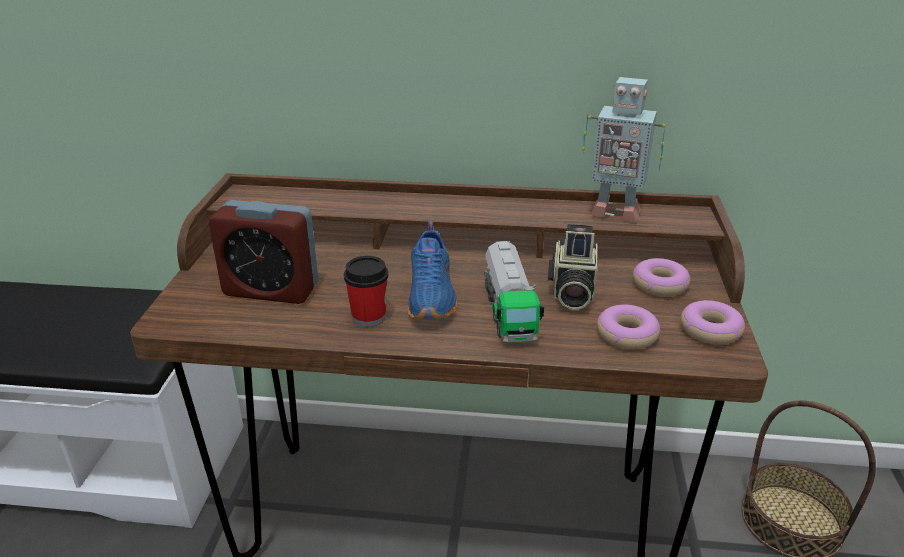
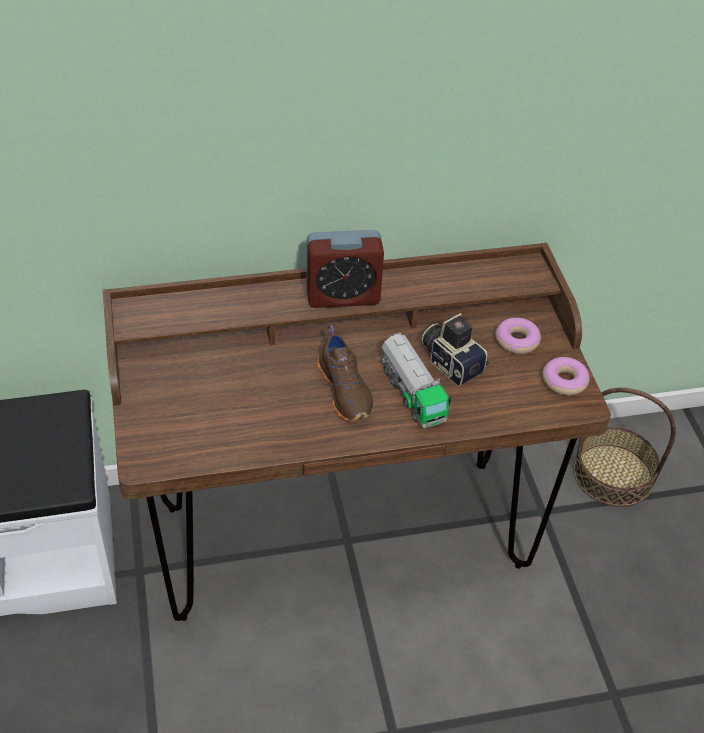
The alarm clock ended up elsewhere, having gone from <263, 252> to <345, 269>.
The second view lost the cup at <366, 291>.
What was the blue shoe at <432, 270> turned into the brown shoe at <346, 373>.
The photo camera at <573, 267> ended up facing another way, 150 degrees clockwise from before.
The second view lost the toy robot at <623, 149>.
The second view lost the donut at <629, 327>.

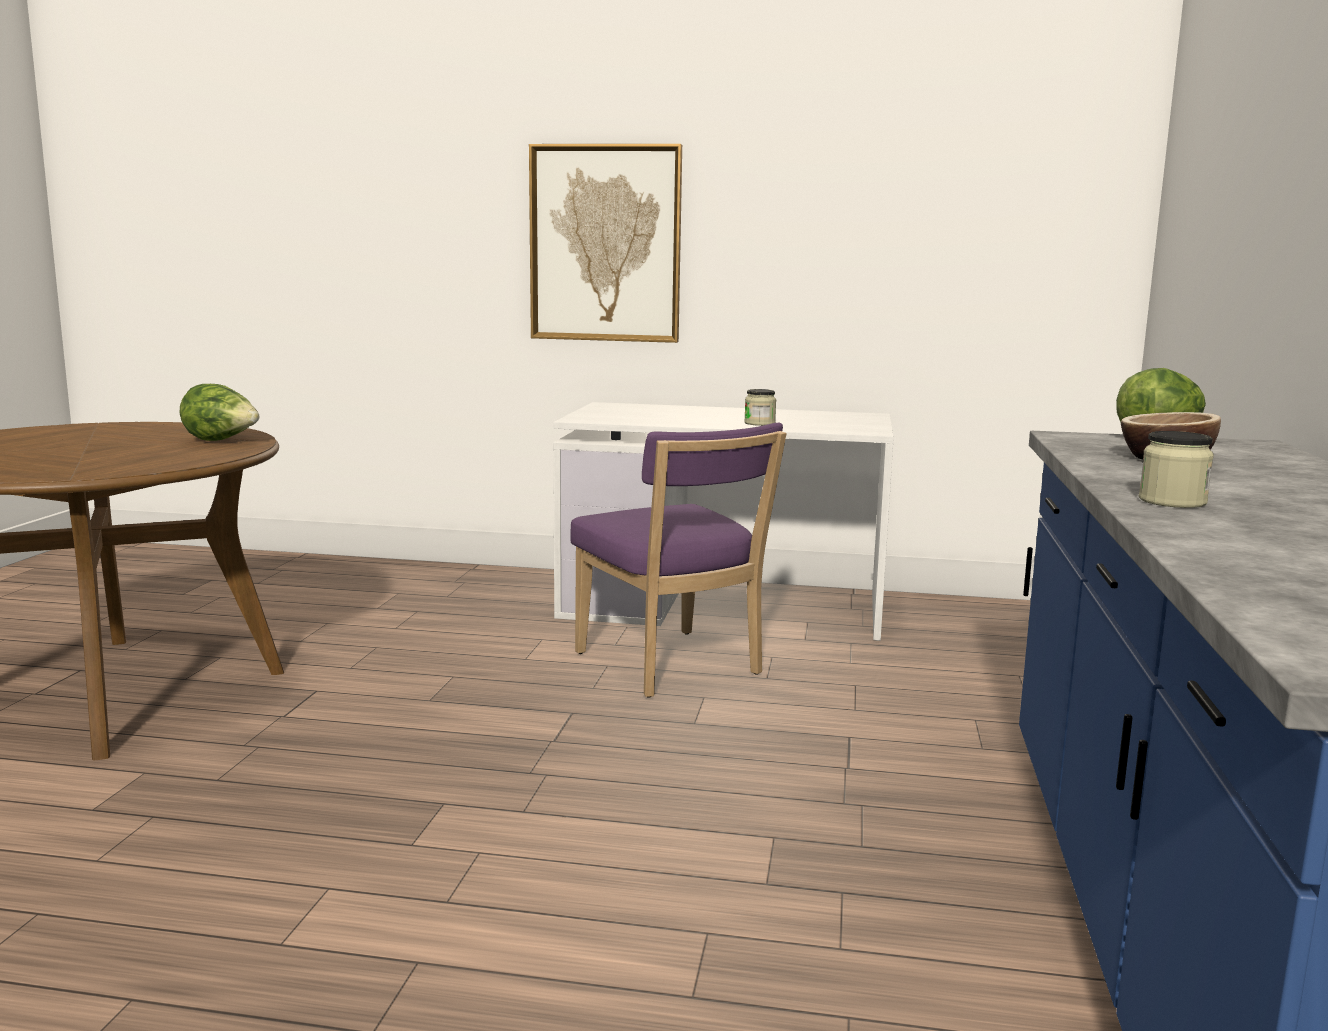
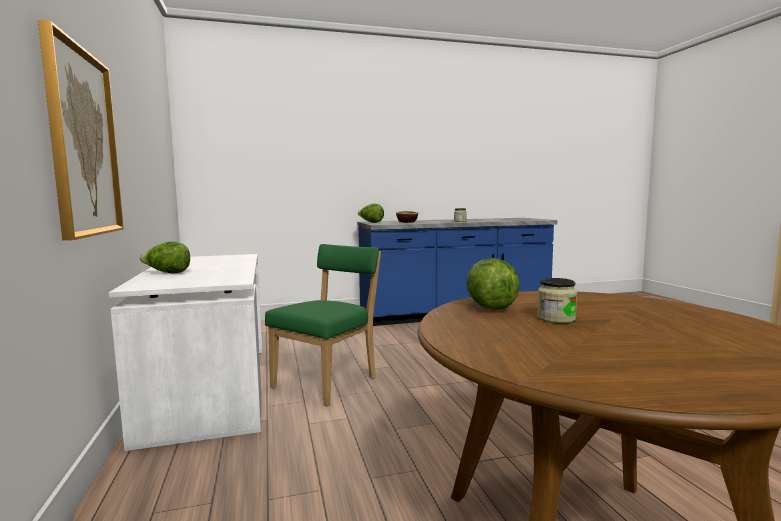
What was the purple chair at <678, 560> turned into the green chair at <323, 325>.
The jar ended up elsewhere, having gone from <760, 407> to <557, 300>.
The second view gained the lettuce at <165, 257>.

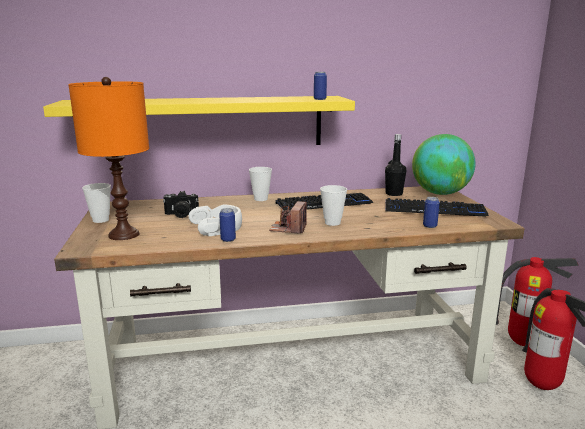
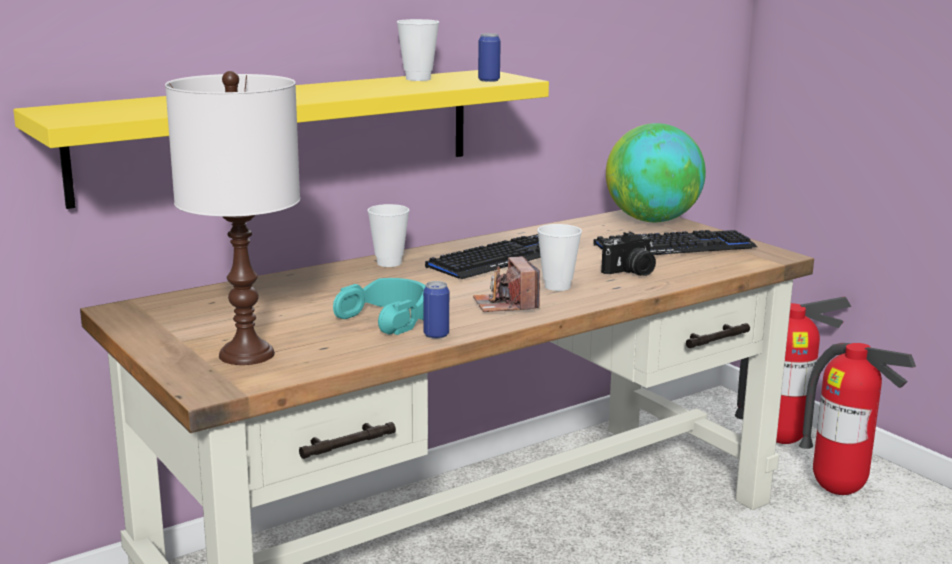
What was the orange table lamp at <108, 158> turned into the white table lamp at <232, 218>.
The cup ended up elsewhere, having gone from <96, 203> to <418, 50>.
The photo camera ended up elsewhere, having gone from <181, 204> to <628, 253>.
What was the white headphones at <215, 220> turned into the turquoise headphones at <379, 306>.
The second view lost the black bottle at <395, 165>.
The second view lost the can at <431, 212>.

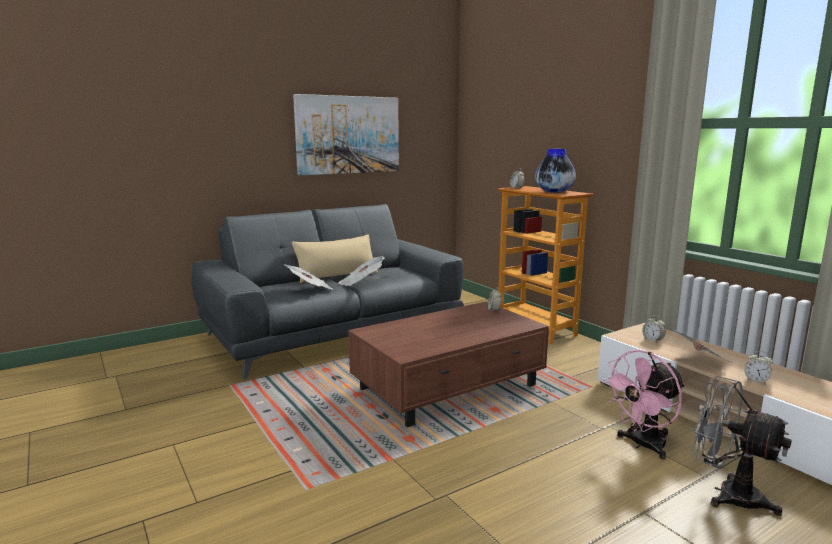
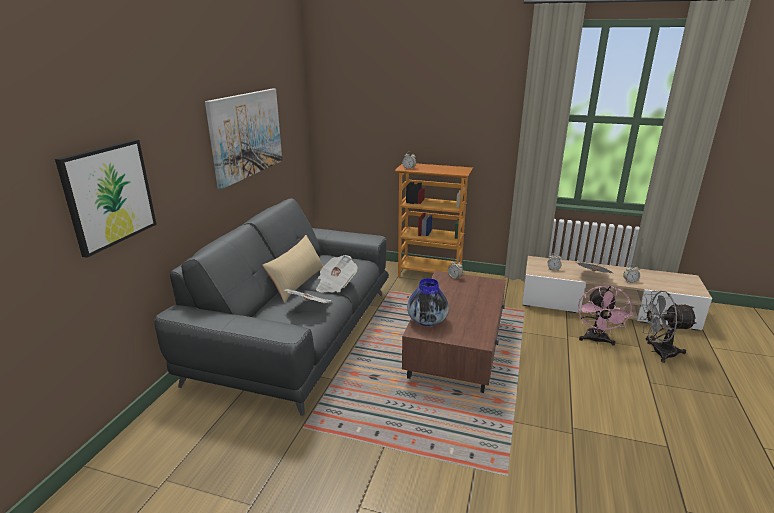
The vase ended up elsewhere, having gone from <555, 170> to <428, 302>.
The second view gained the picture at <106, 198>.

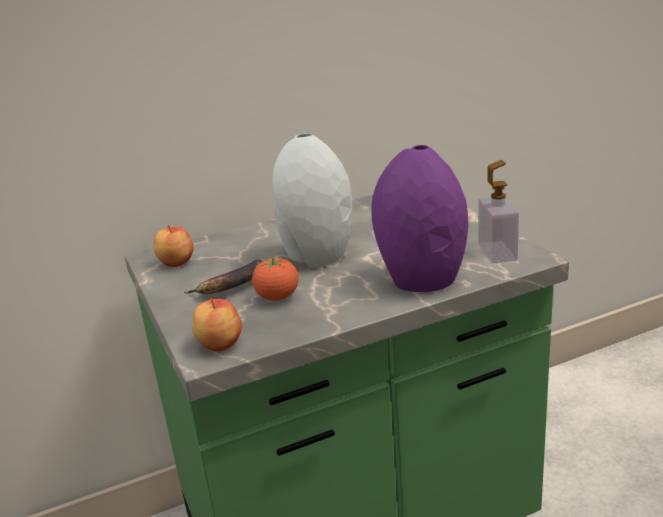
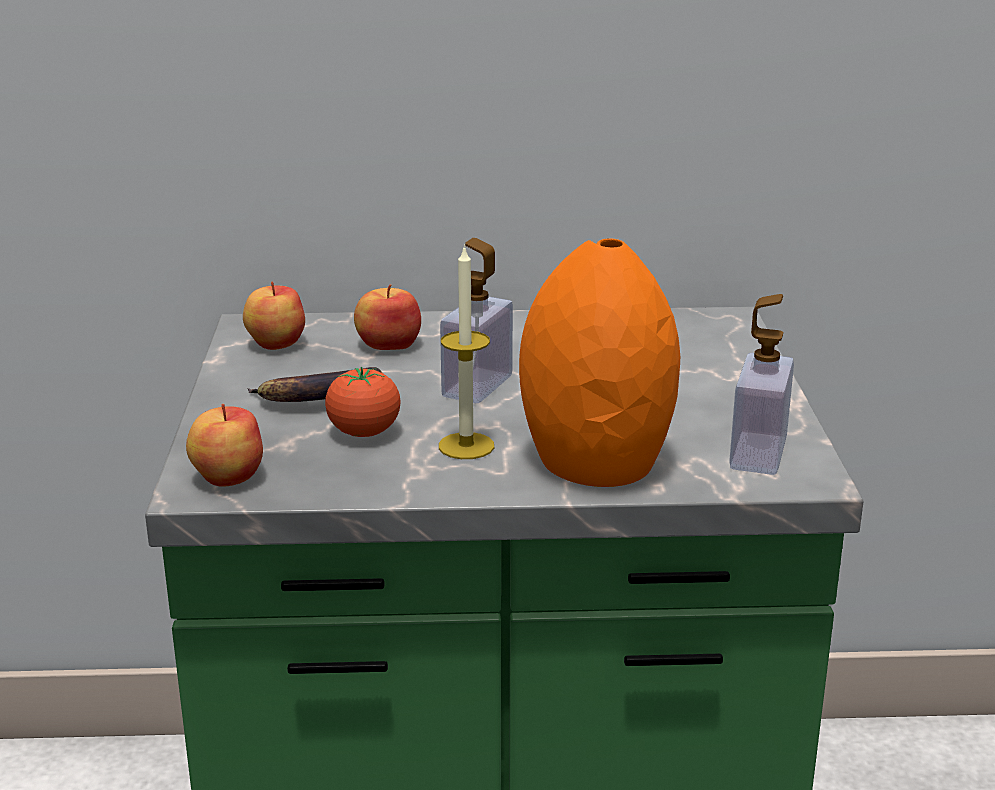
Where the grey vase stood at <312, 200>, the soap dispenser came to stand at <476, 320>.
What was the purple vase at <419, 218> turned into the orange vase at <599, 362>.
The second view gained the apple at <387, 317>.
The second view gained the candle at <466, 352>.

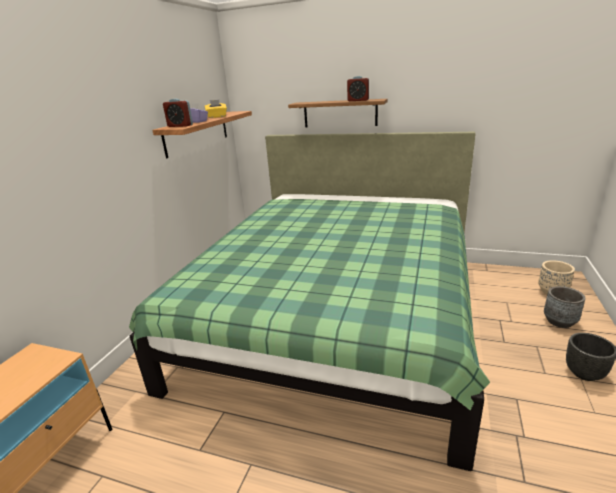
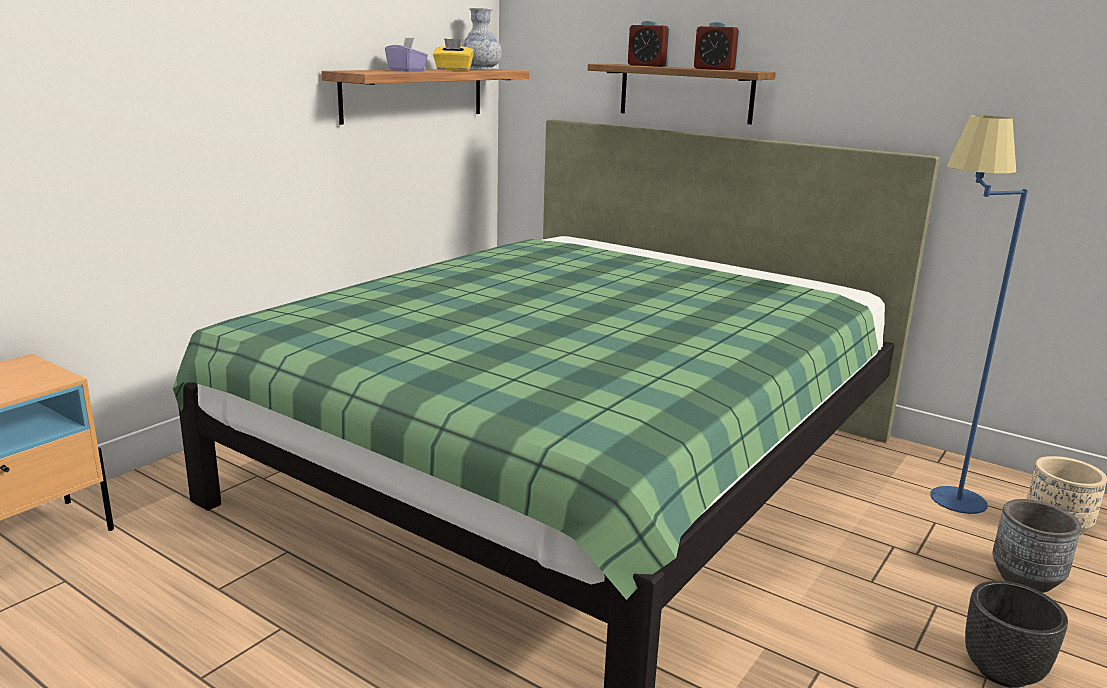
The alarm clock ended up elsewhere, having gone from <178, 113> to <649, 44>.
The second view gained the vase at <481, 39>.
The second view gained the blue floor lamp at <979, 314>.

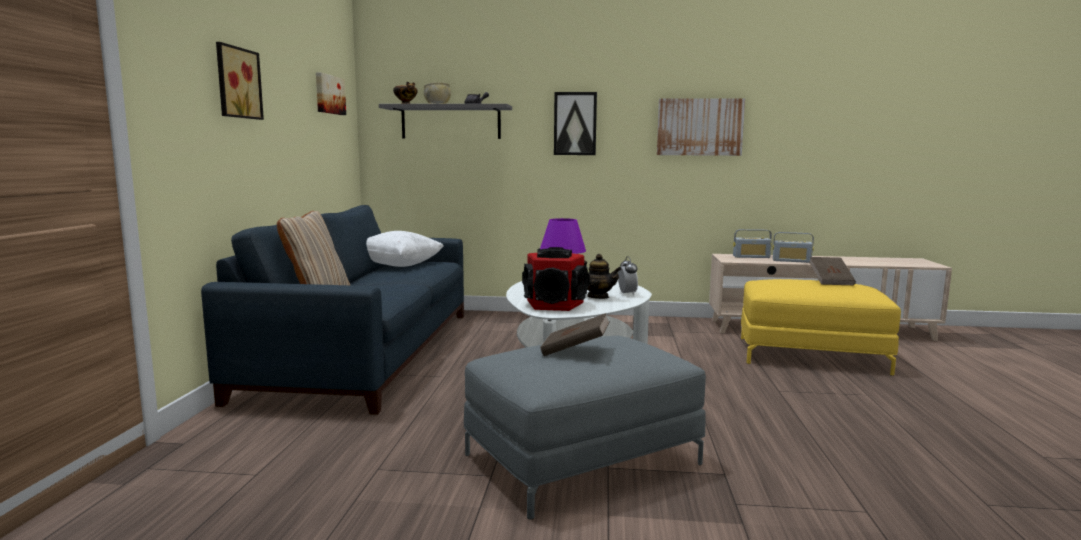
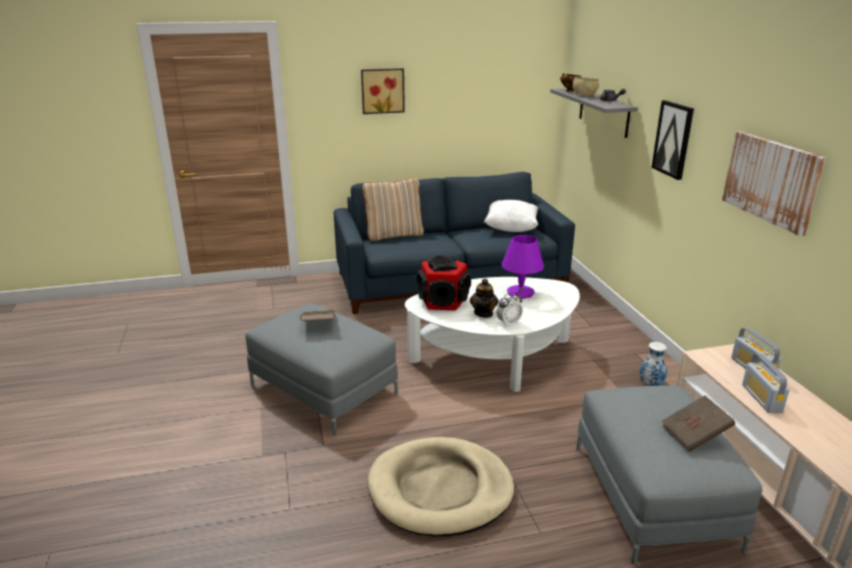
The second view lost the picture at <331, 93>.
What was the yellow ottoman at <821, 327> turned into the grey ottoman at <669, 474>.
The second view gained the beige dog bed at <440, 486>.
The second view gained the vase at <653, 364>.

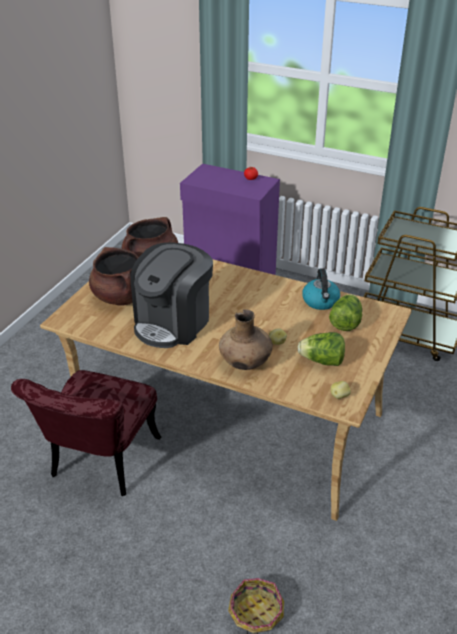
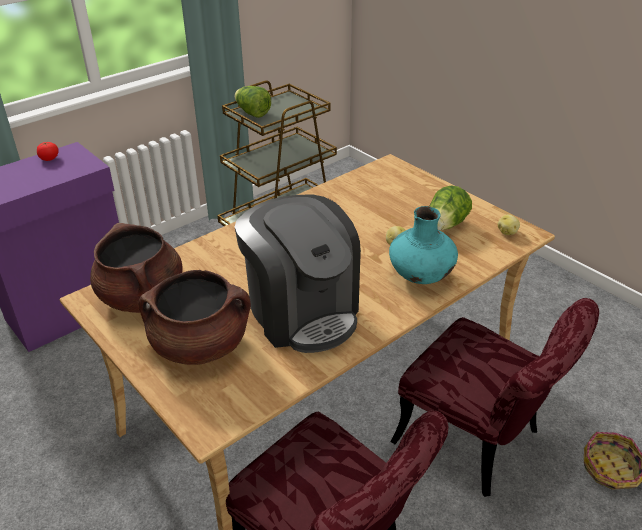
What was the brown vase at <246, 339> turned into the turquoise vase at <423, 245>.
The second view lost the kettle at <321, 289>.
The lettuce ended up elsewhere, having gone from <345, 312> to <252, 102>.
The second view gained the red chair at <494, 397>.

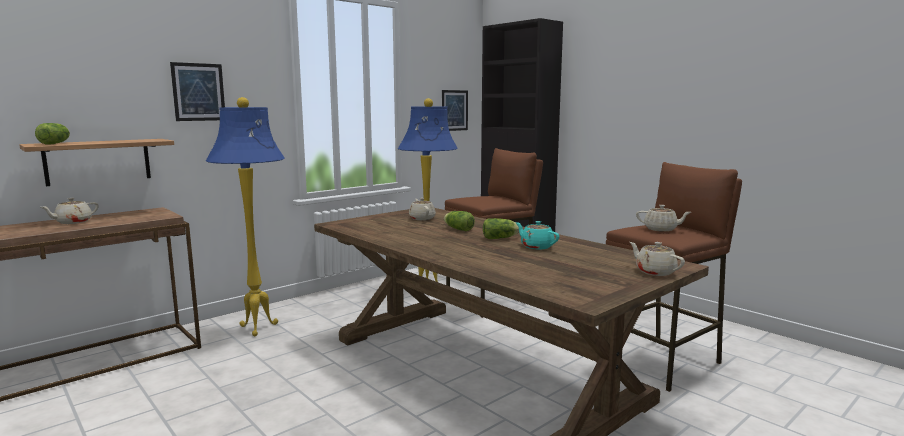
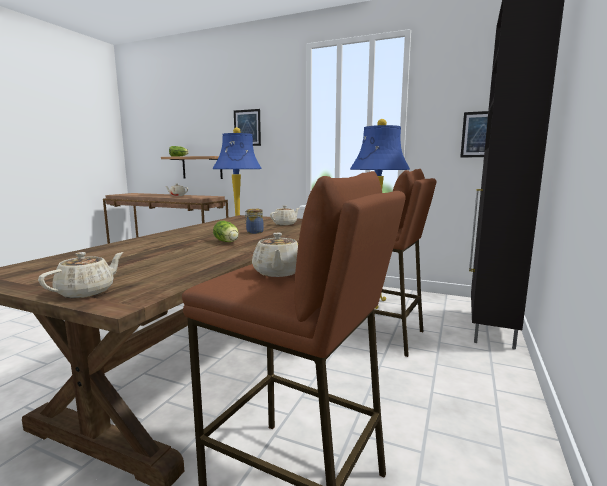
Where the lettuce stood at <459, 221>, the jar came to stand at <254, 221>.
The second view lost the turquoise teapot at <537, 235>.

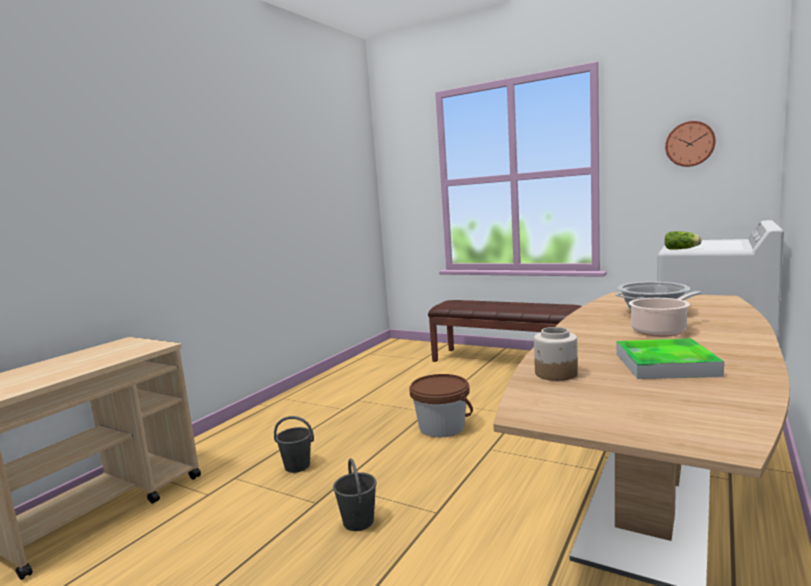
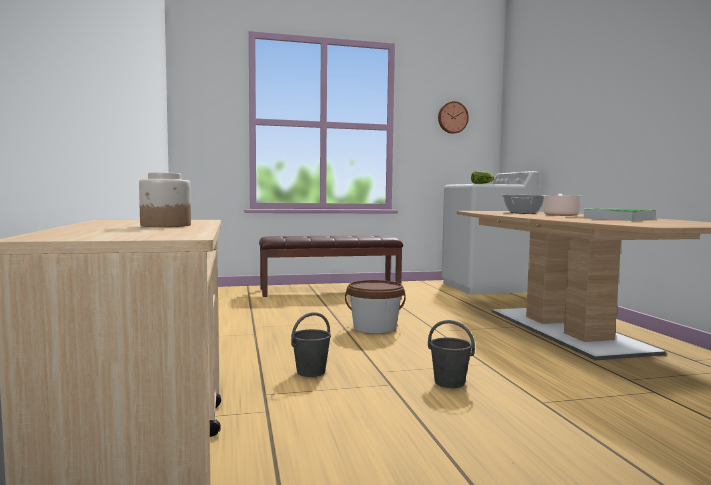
The jar ended up elsewhere, having gone from <556, 354> to <165, 199>.

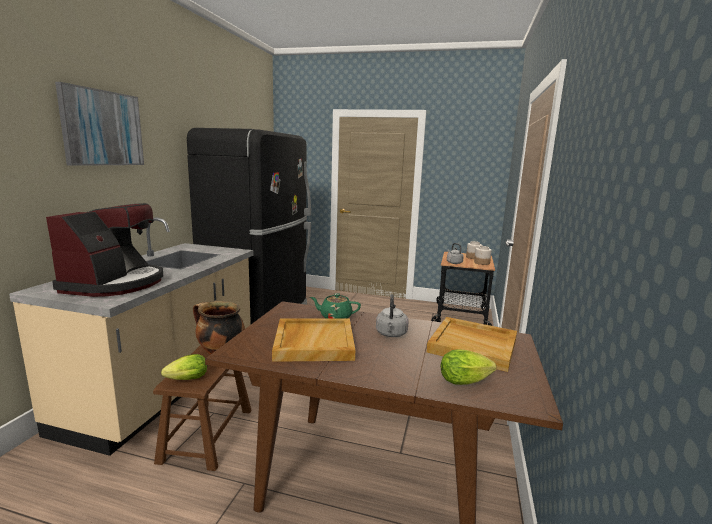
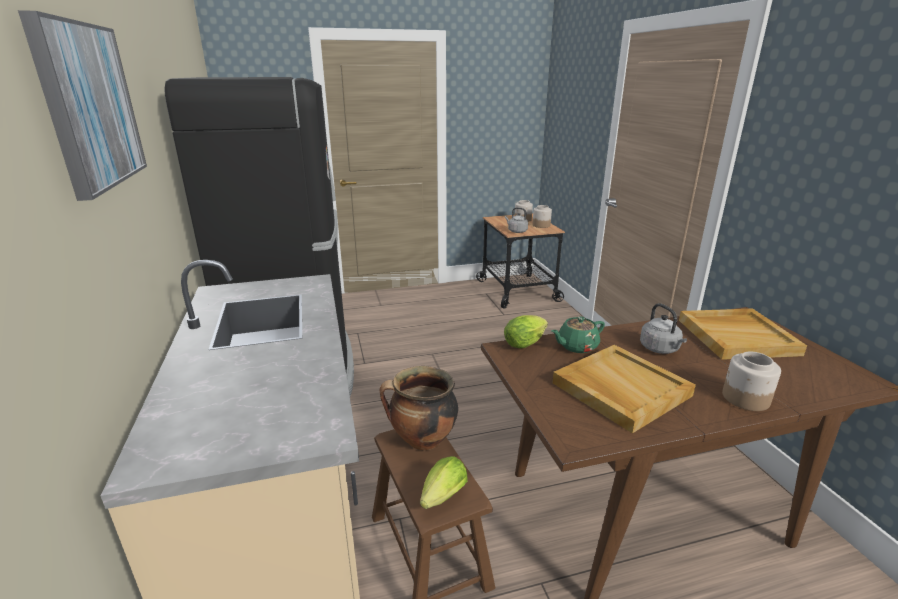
The second view lost the coffee machine at <104, 250>.
The lettuce ended up elsewhere, having gone from <468, 367> to <526, 331>.
The second view gained the jar at <751, 381>.

